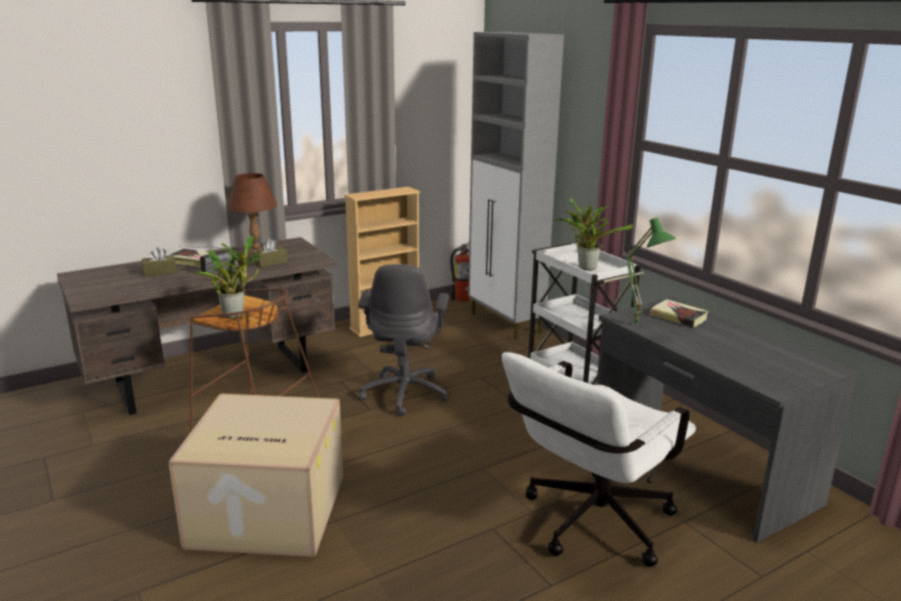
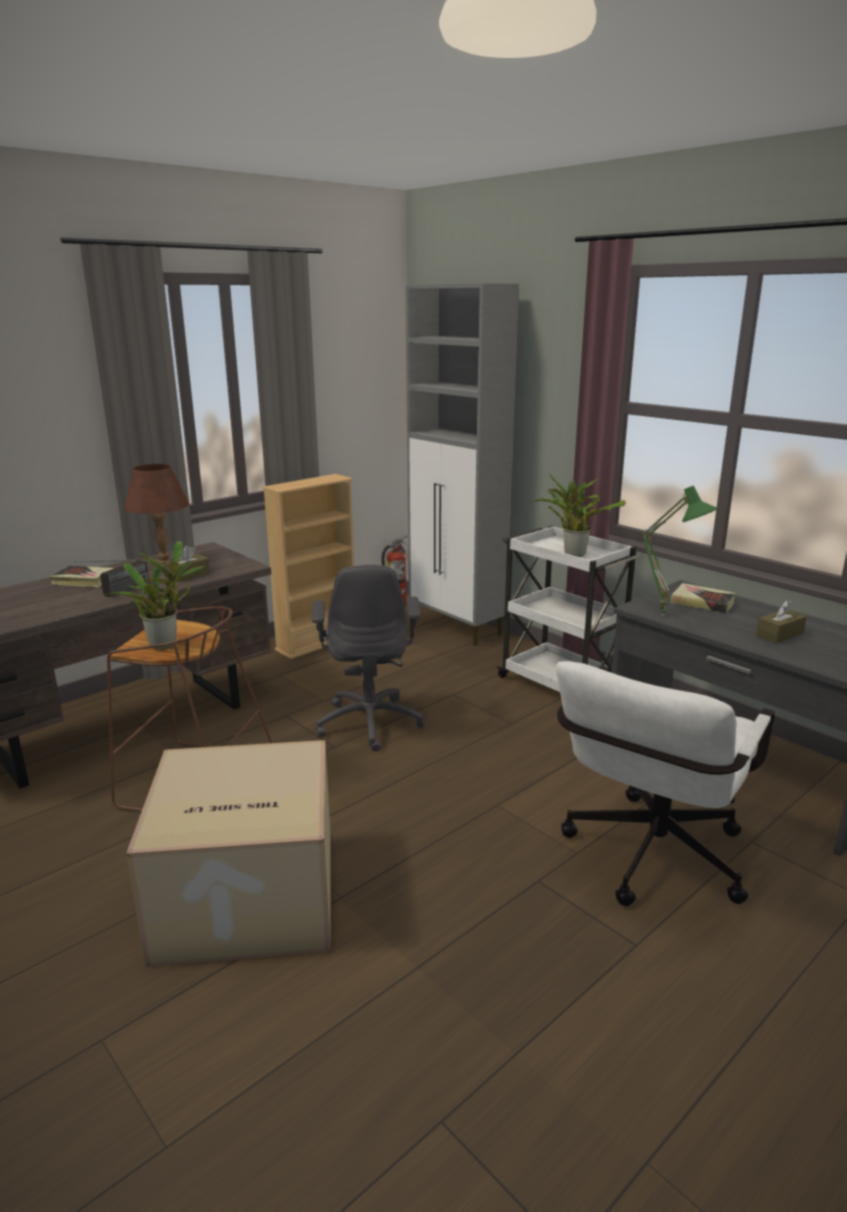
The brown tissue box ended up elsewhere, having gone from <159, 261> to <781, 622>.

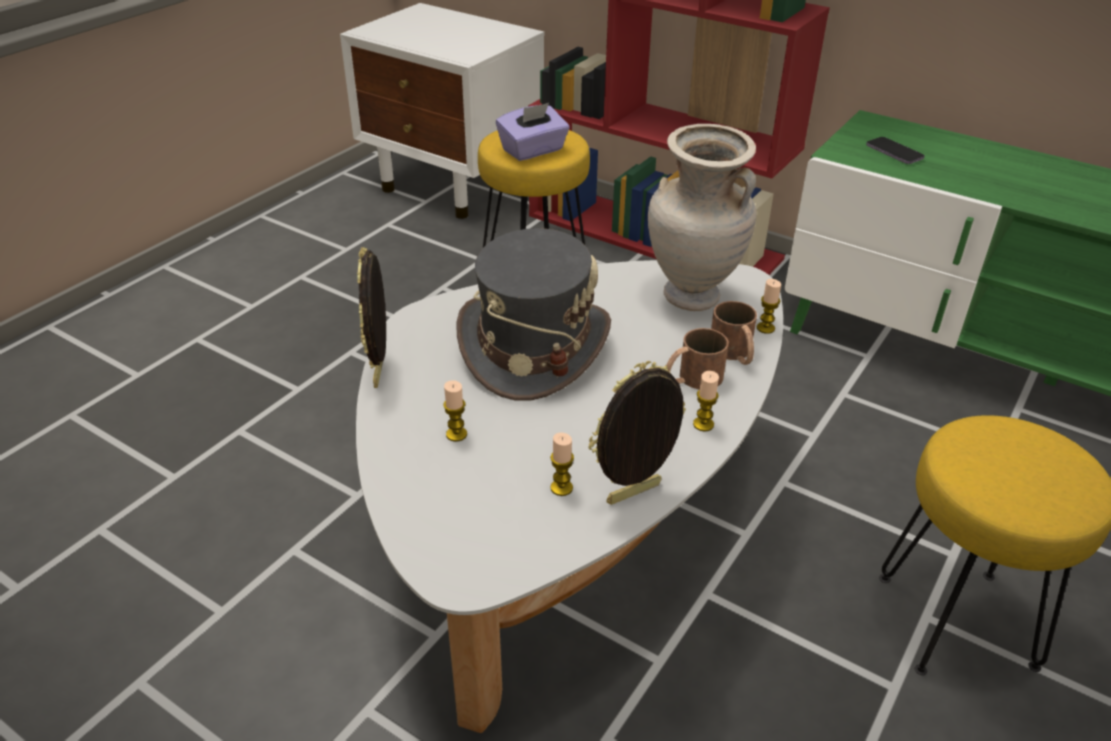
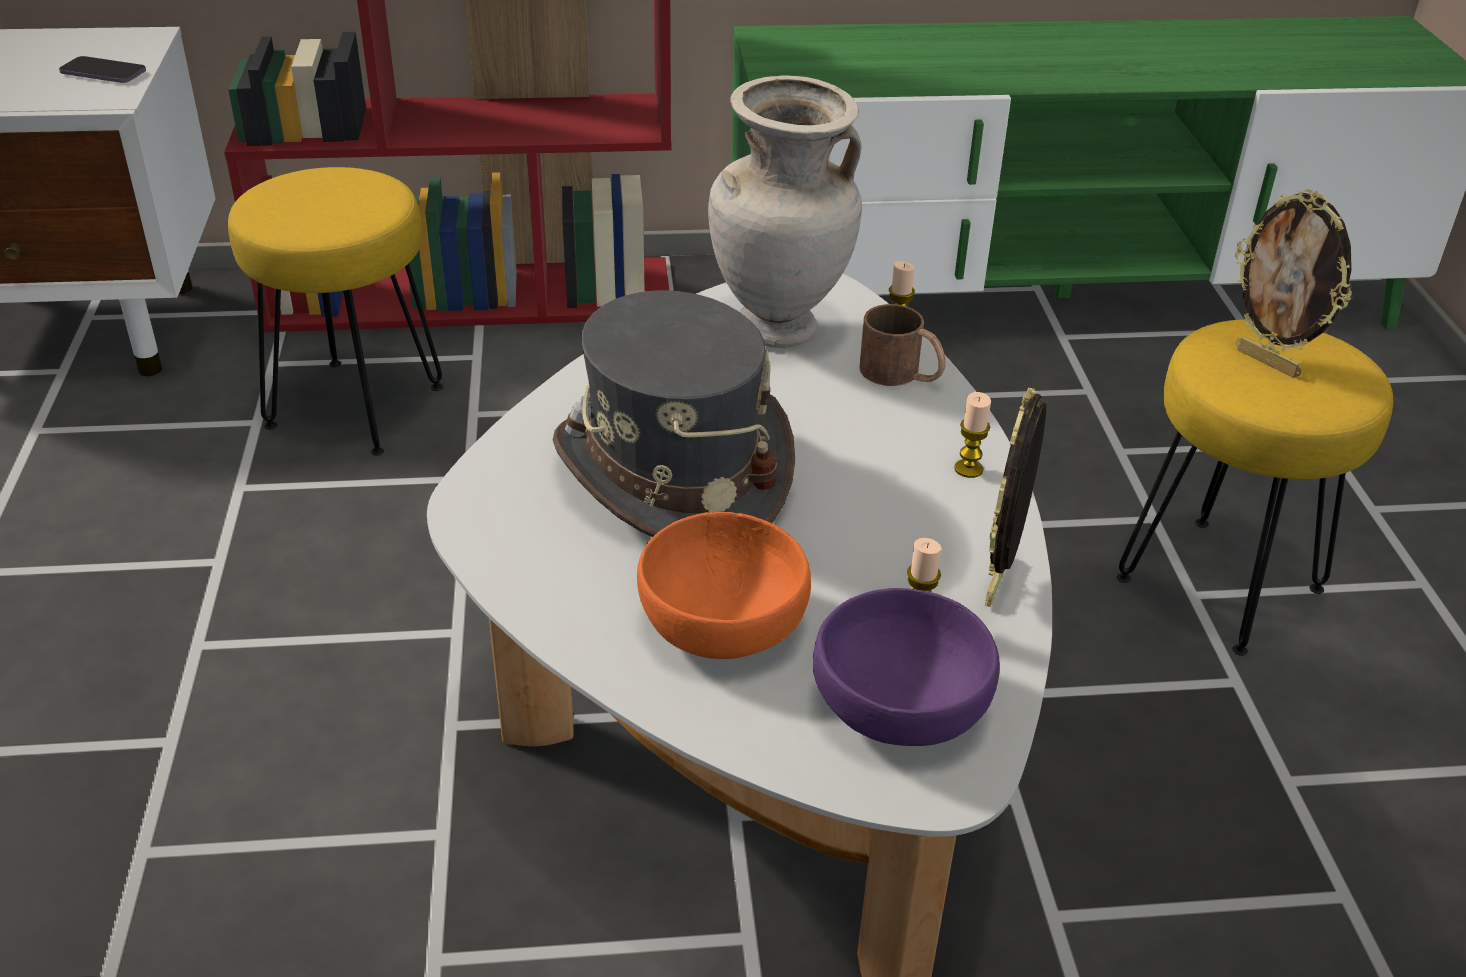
The picture frame ended up elsewhere, having gone from <371, 318> to <1293, 283>.
Where the candle stood at <455, 411>, the orange bowl came to stand at <724, 585>.
The second view lost the purple tissue box at <533, 132>.
The second view lost the brown mug at <697, 358>.
The phone ended up elsewhere, having gone from <895, 150> to <102, 69>.
The second view gained the purple bowl at <906, 667>.

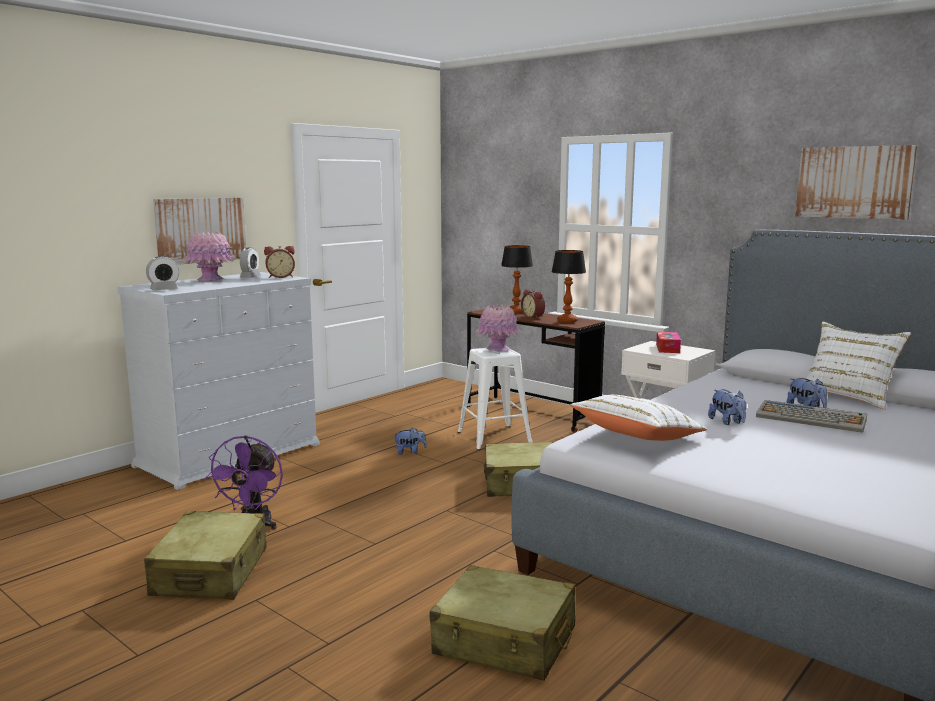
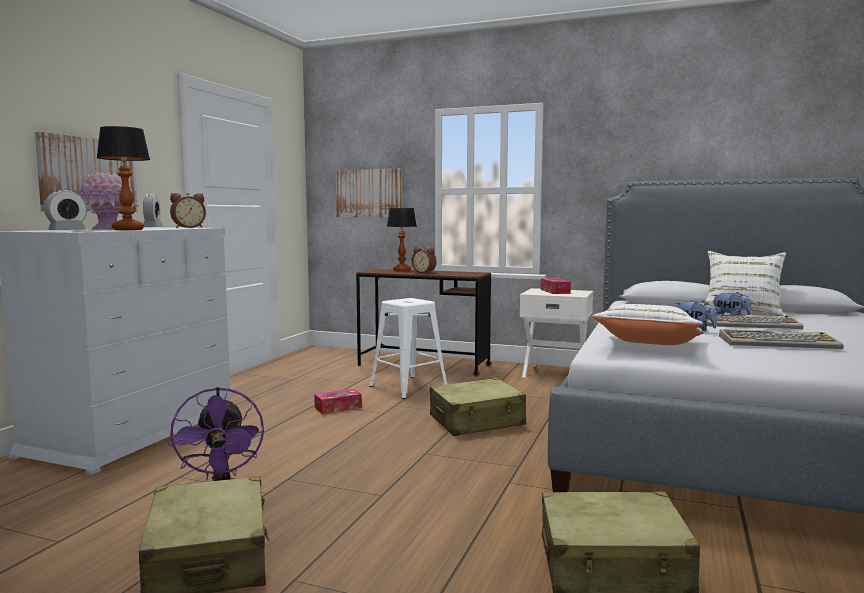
Where the plush toy stood at <410, 441>, the tissue box came to stand at <338, 401>.
The second view lost the pink vase at <498, 328>.
The table lamp ended up elsewhere, having gone from <569, 286> to <123, 178>.
The picture ended up elsewhere, having gone from <856, 182> to <369, 193>.
The second view gained the keyboard at <781, 339>.

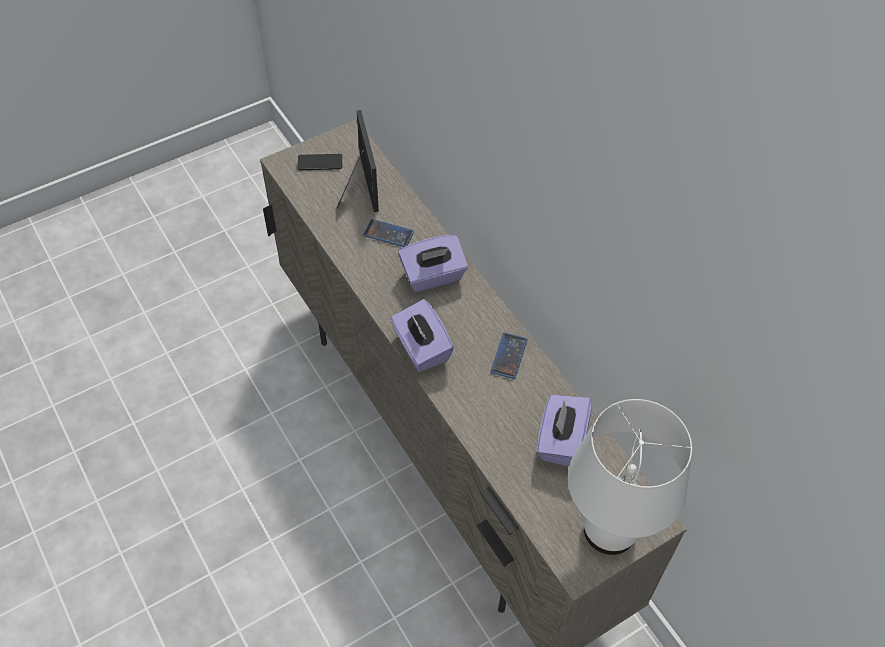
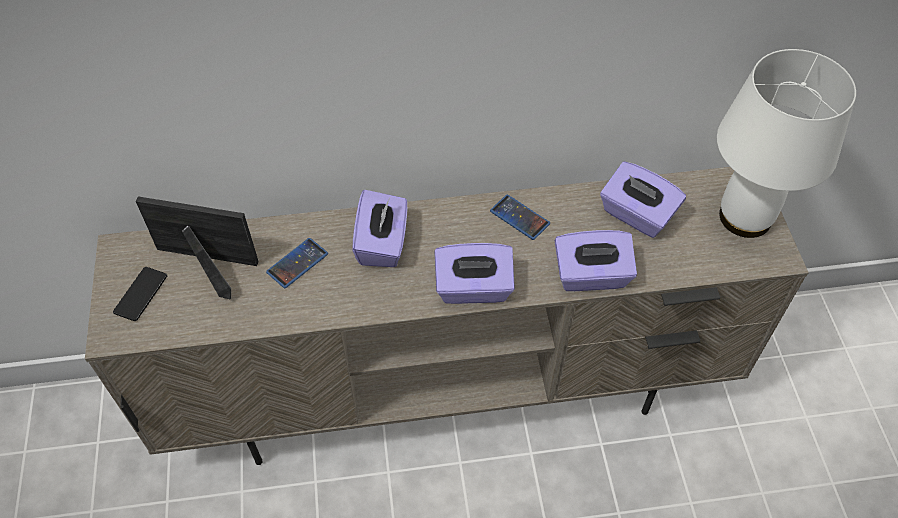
The second view gained the purple tissue box at <596, 260>.

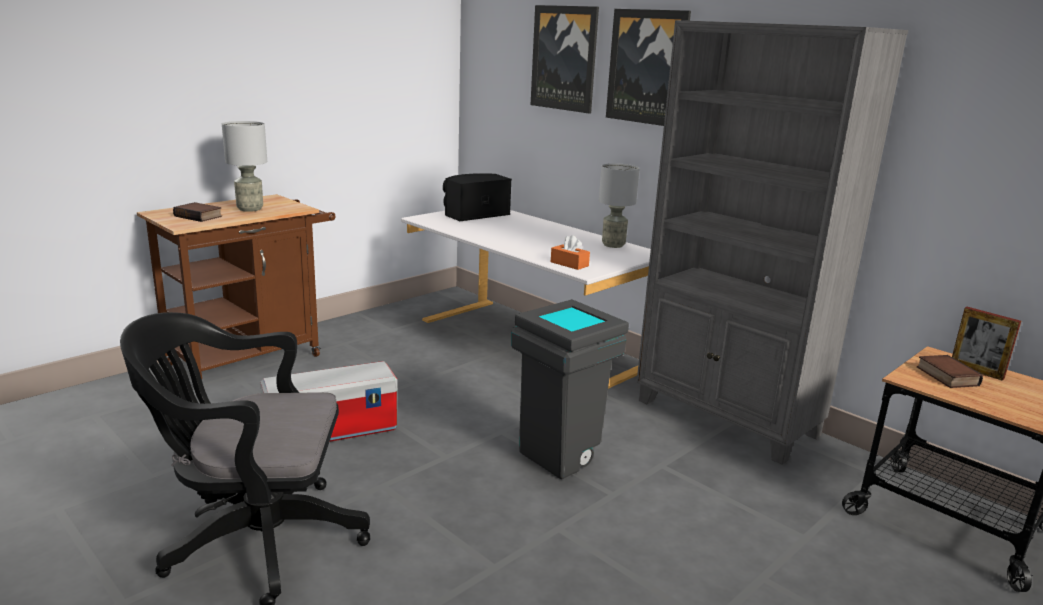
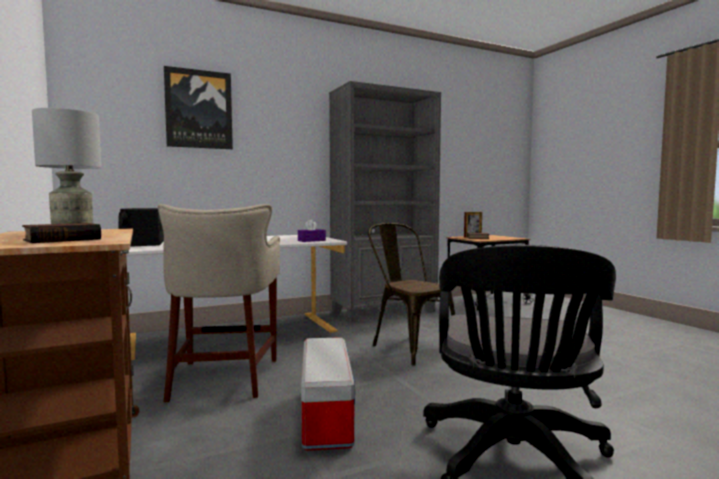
Where the grey trash can stood at <570, 389>, the brown chair came to stand at <411, 294>.
What was the orange tissue box at <570, 252> turned into the purple tissue box at <312, 230>.
The second view lost the grey table lamp at <619, 205>.
The second view lost the picture at <648, 67>.
The second view gained the beige stool at <219, 303>.

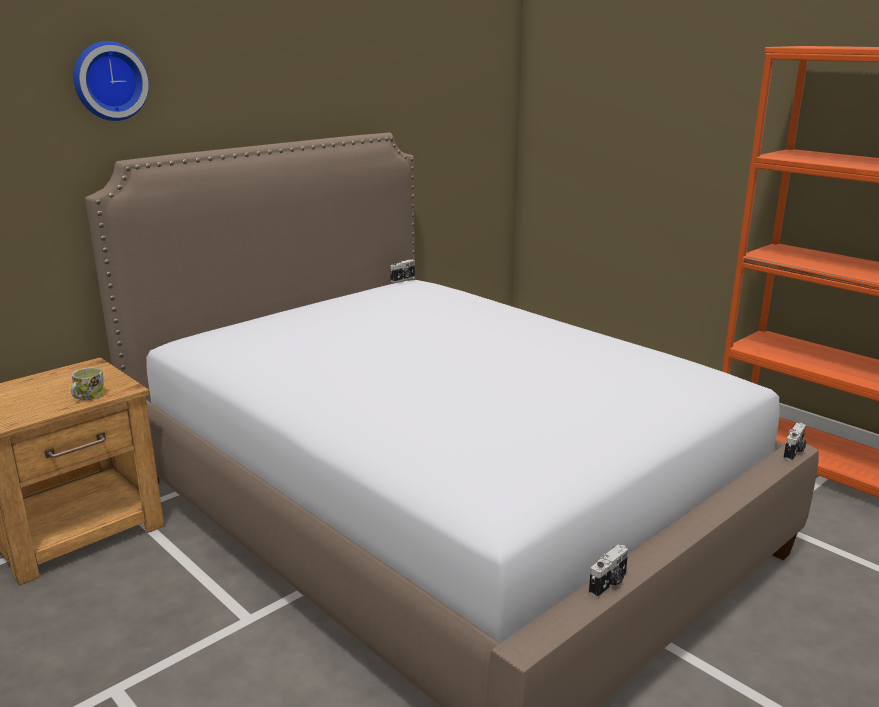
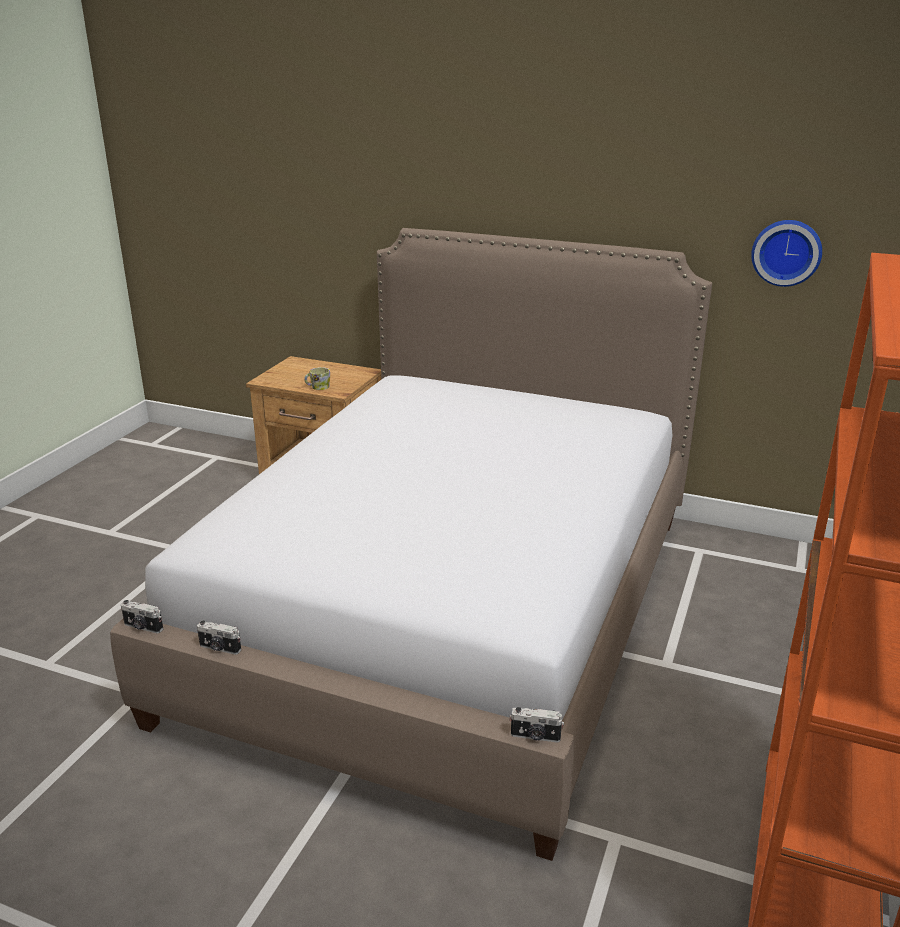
The wall clock ended up elsewhere, having gone from <111, 81> to <786, 253>.
The photo camera ended up elsewhere, having gone from <402, 271> to <142, 617>.

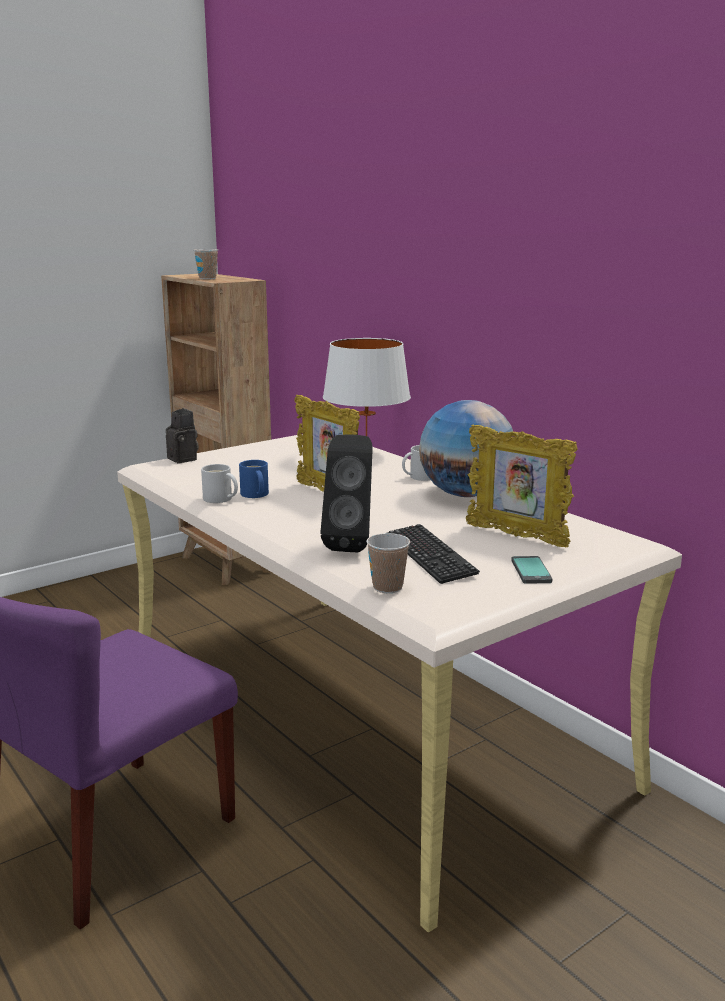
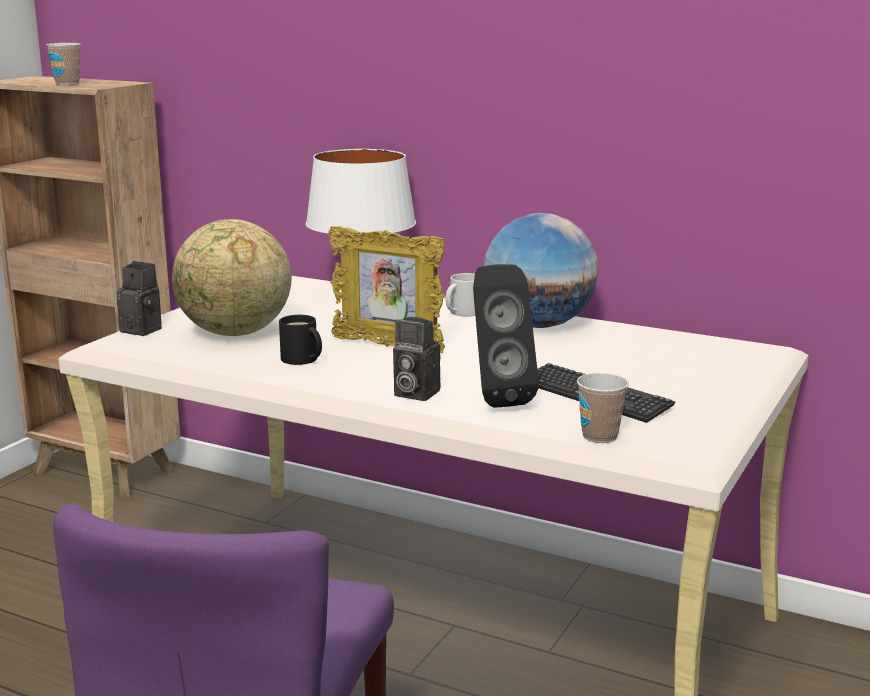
The second view lost the white mug at <219, 483>.
What was the blue mug at <254, 479> turned into the black mug at <300, 340>.
The second view lost the picture frame at <522, 486>.
The second view lost the phone at <532, 570>.
The second view gained the globe at <232, 277>.
The second view gained the photo camera at <416, 359>.

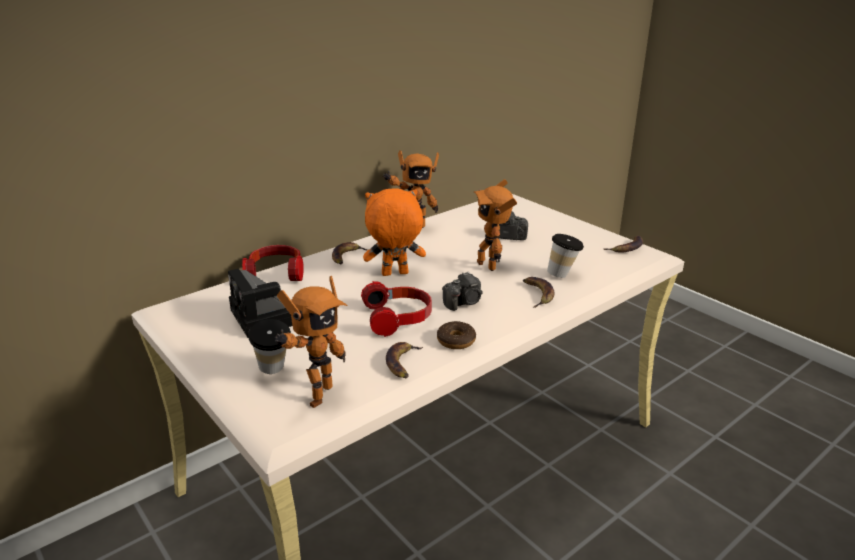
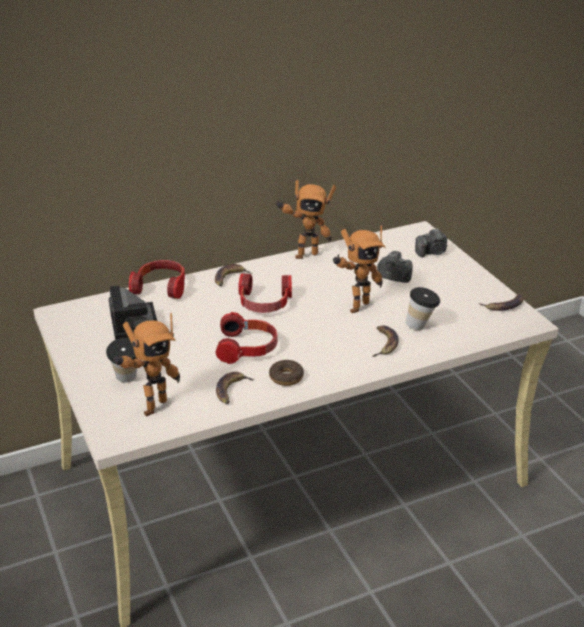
Where the orange plush toy stood at <394, 232>, the headphones came to stand at <265, 293>.
The photo camera ended up elsewhere, having gone from <462, 291> to <431, 243>.
The toy robot at <495, 225> ended up facing another way, 120 degrees counterclockwise from before.

